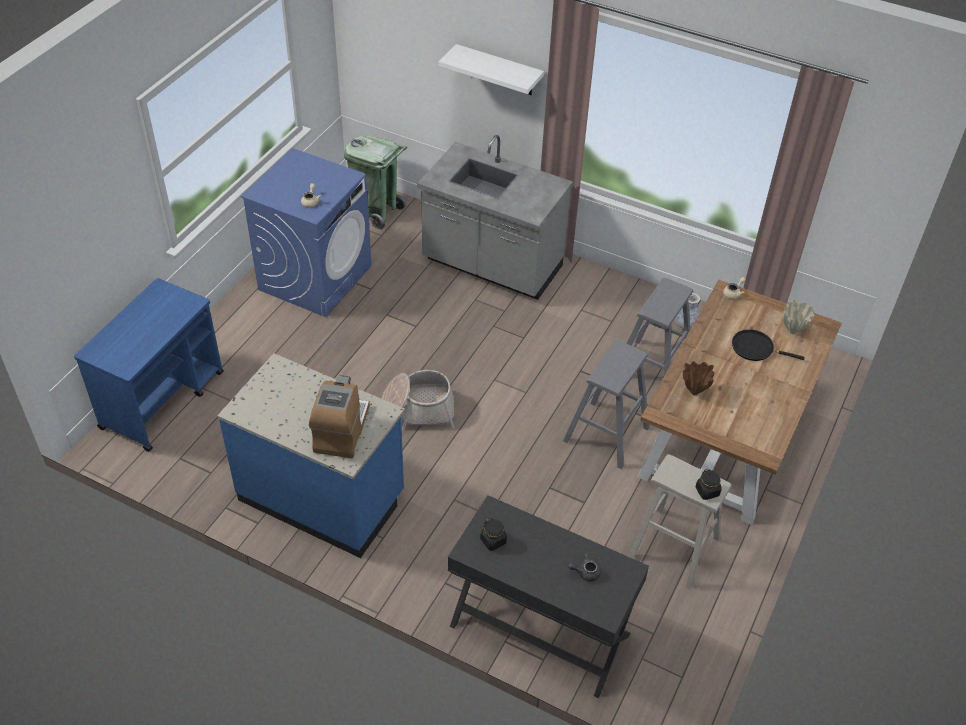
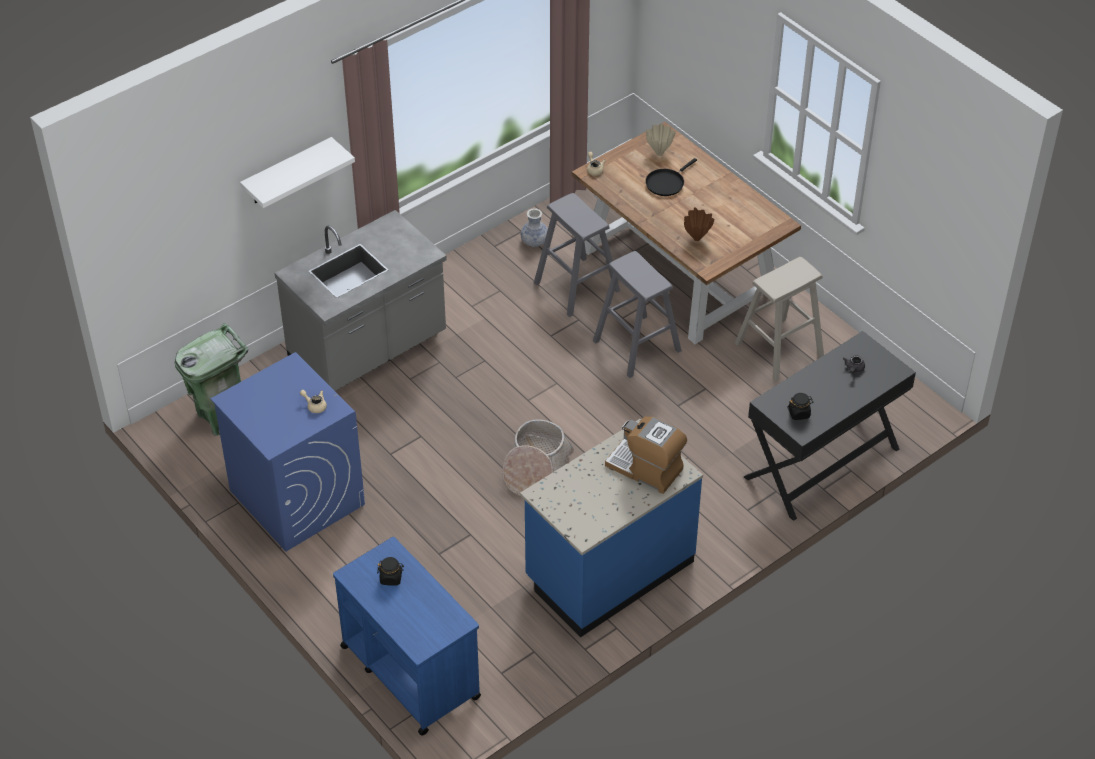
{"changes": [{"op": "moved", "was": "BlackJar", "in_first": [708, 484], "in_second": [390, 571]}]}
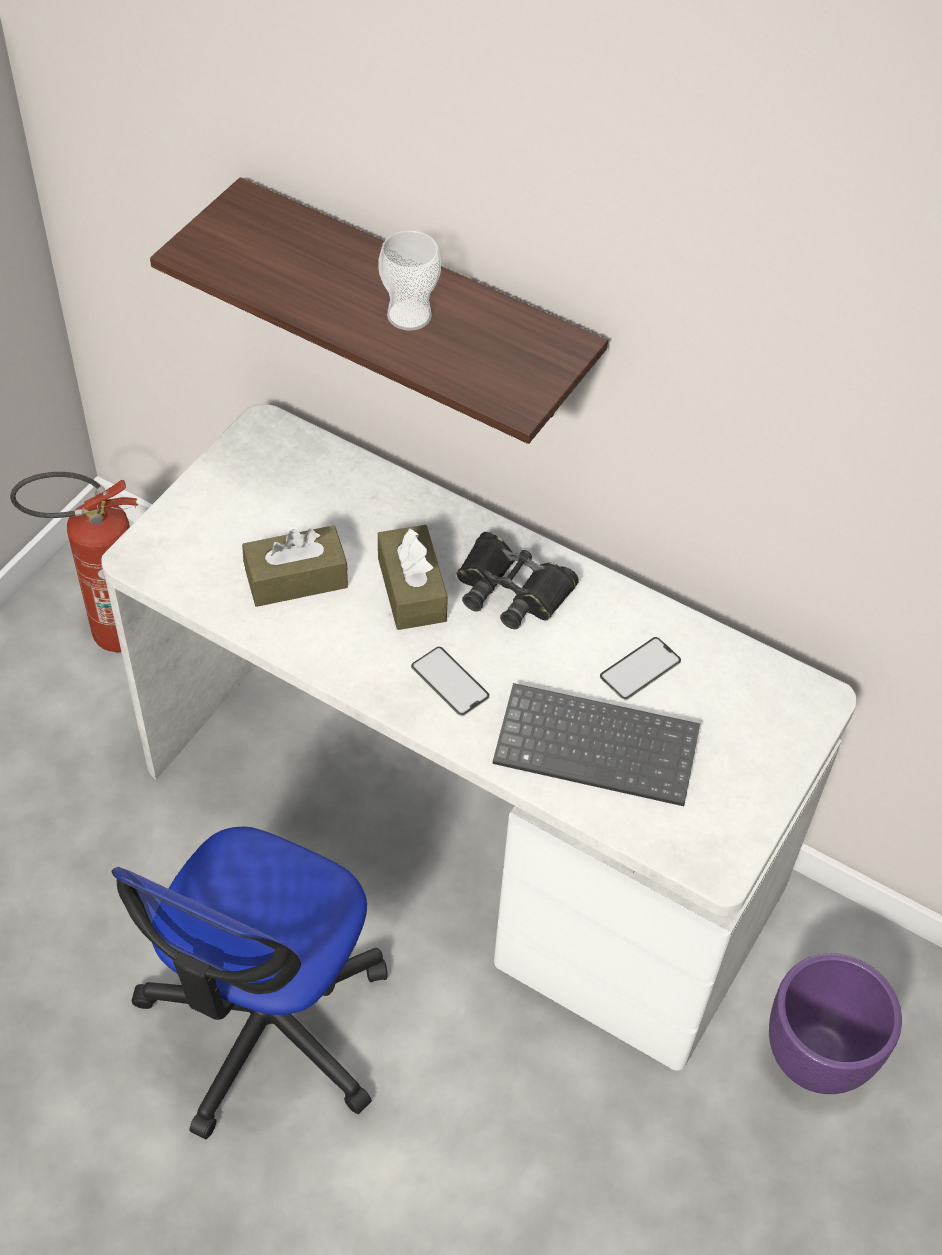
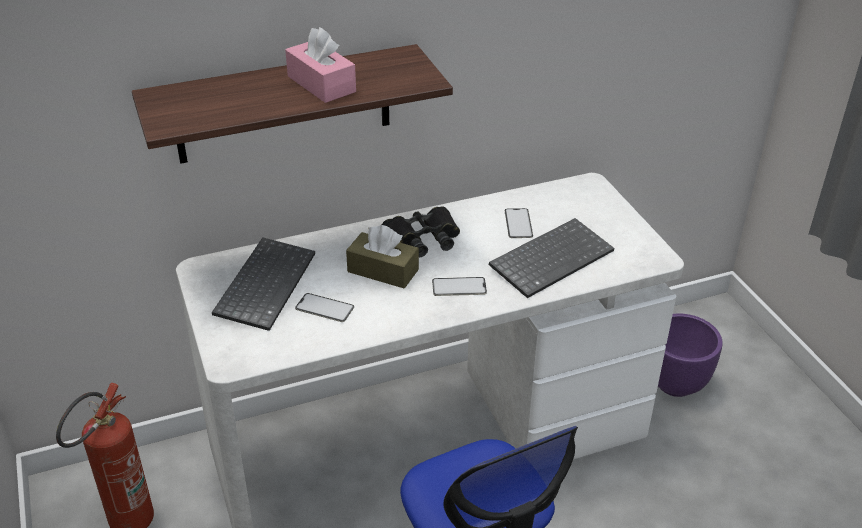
{"changes": [{"op": "added", "now": "Keyboard", "in_second": [263, 284]}, {"op": "replaced", "was": "Cup", "now": "PinkTissueBox", "in_first": [409, 281], "in_second": [320, 65]}, {"op": "replaced", "was": "BrownTissueBox", "now": "Phone", "in_first": [295, 566], "in_second": [324, 307]}]}
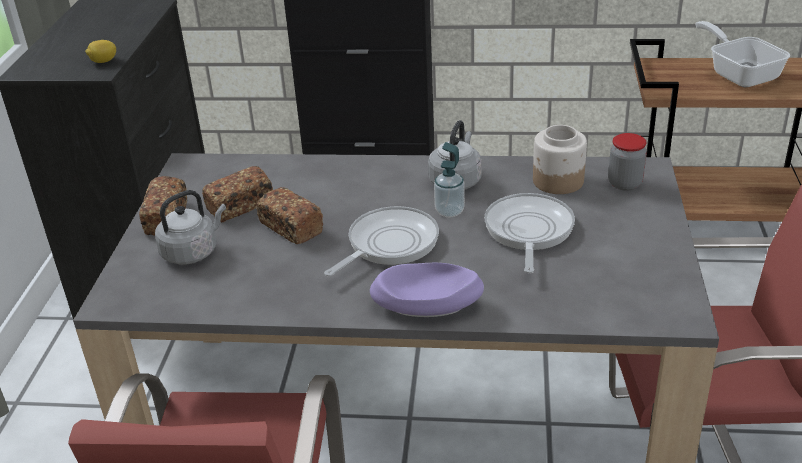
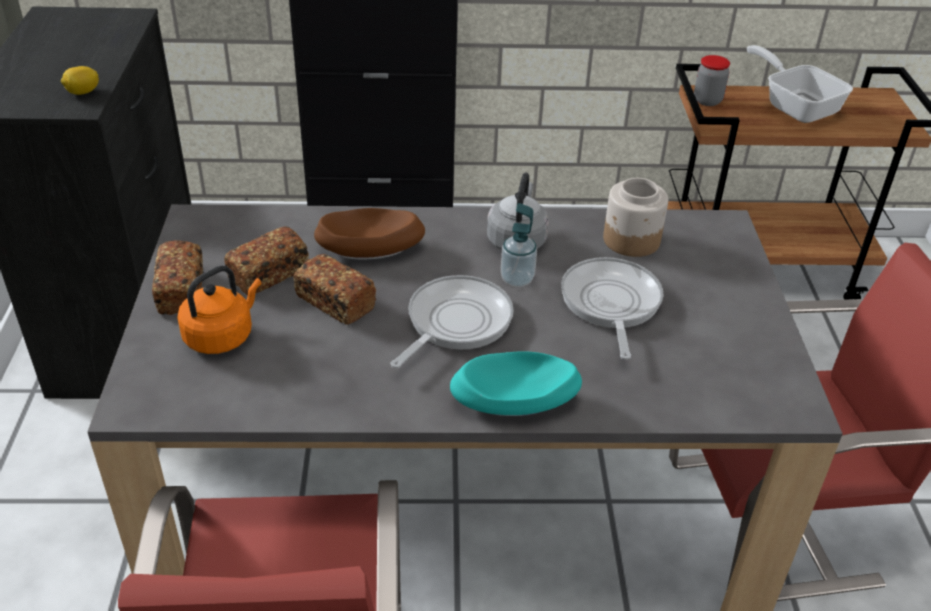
{"changes": [{"op": "recoloured", "was": "GreyKettle", "now": "OrangeKettle", "in_first": [190, 227], "in_second": [219, 310]}, {"op": "added", "now": "BrownBowl", "in_second": [369, 233]}, {"op": "recoloured", "was": "PurpleBowl", "now": "TurquoiseBowl", "in_first": [427, 290], "in_second": [516, 383]}, {"op": "moved", "was": "Jar", "in_first": [627, 162], "in_second": [712, 80]}]}
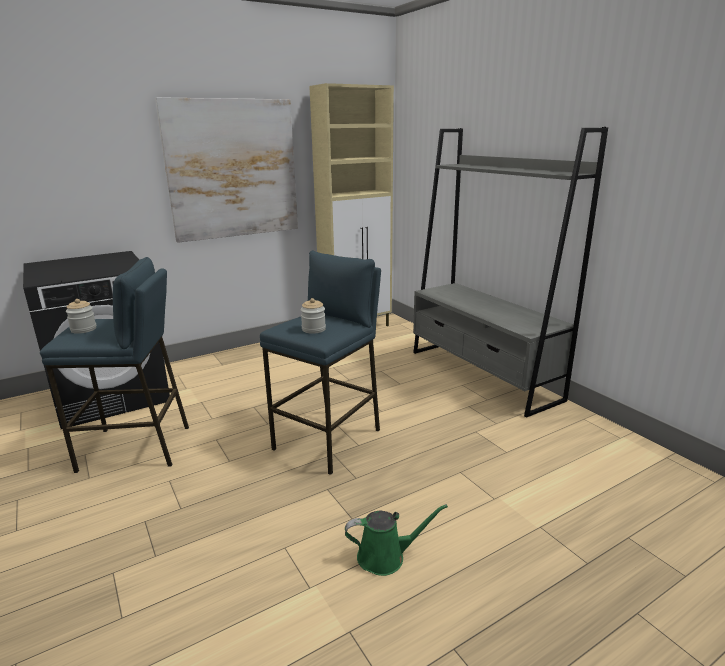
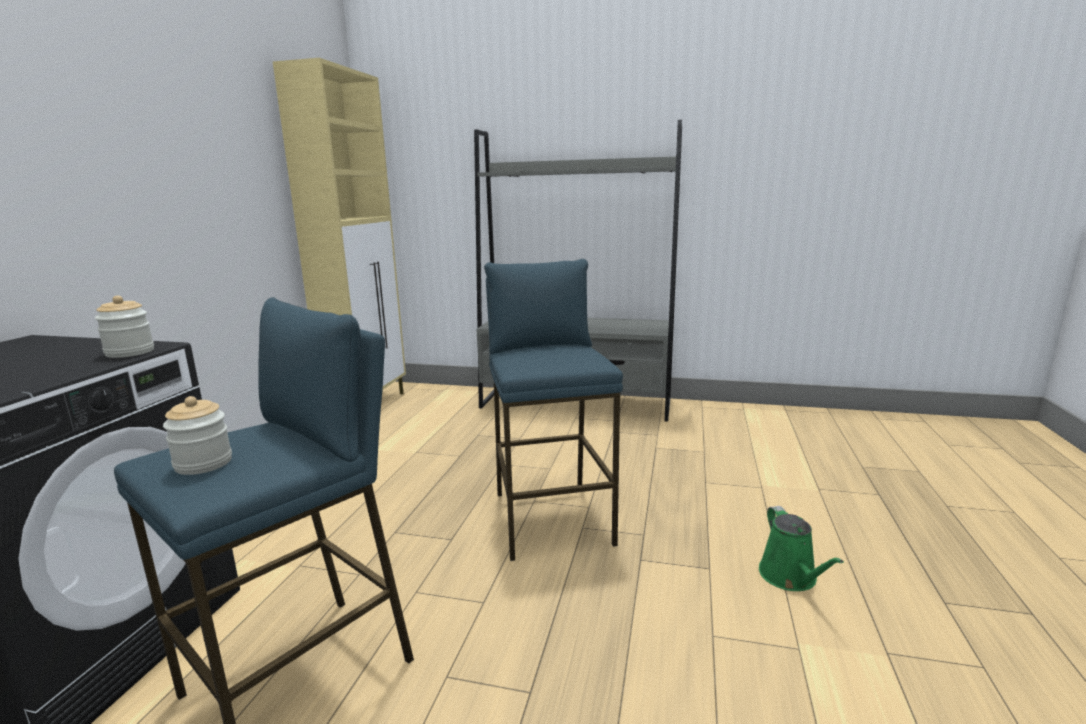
{"changes": [{"op": "moved", "was": "Jar", "in_first": [313, 316], "in_second": [124, 327]}, {"op": "turned", "was": "GreenWateringCan", "in_first": [396, 540], "in_second": [801, 548], "clockwise": 135}, {"op": "removed", "was": "Picture", "in_first": [226, 170]}]}
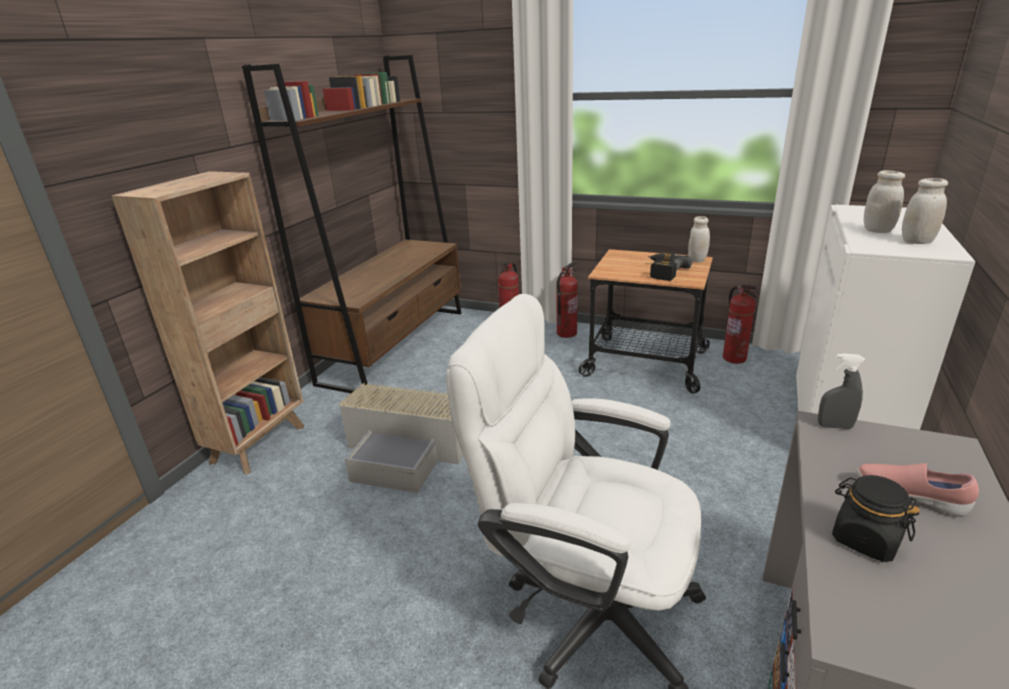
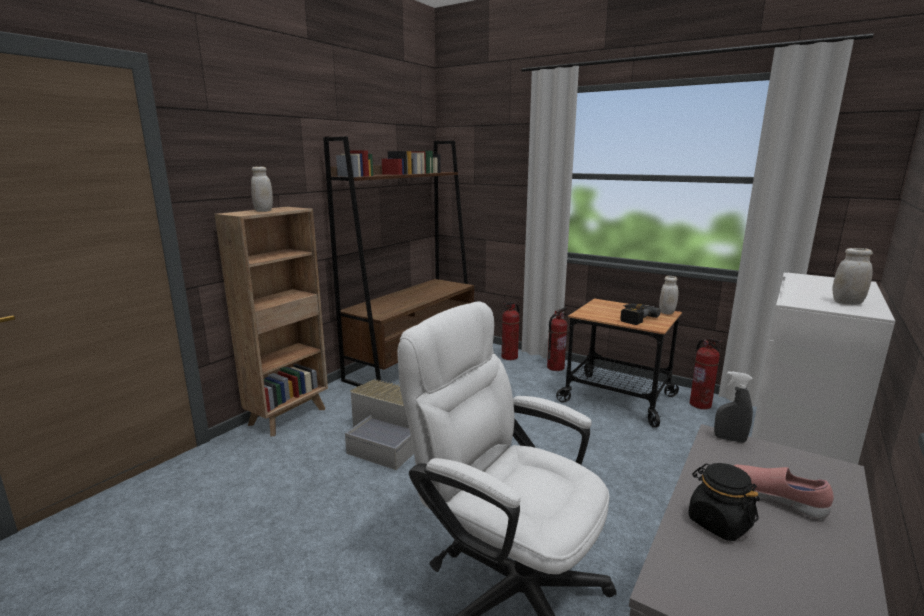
{"changes": [{"op": "moved", "was": "WhiteJar", "in_first": [884, 201], "in_second": [262, 189]}]}
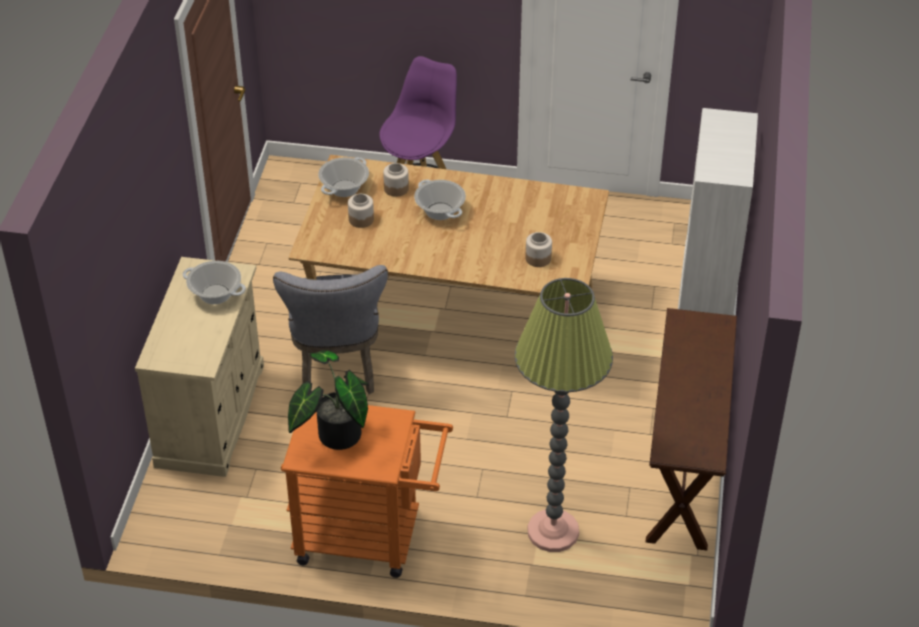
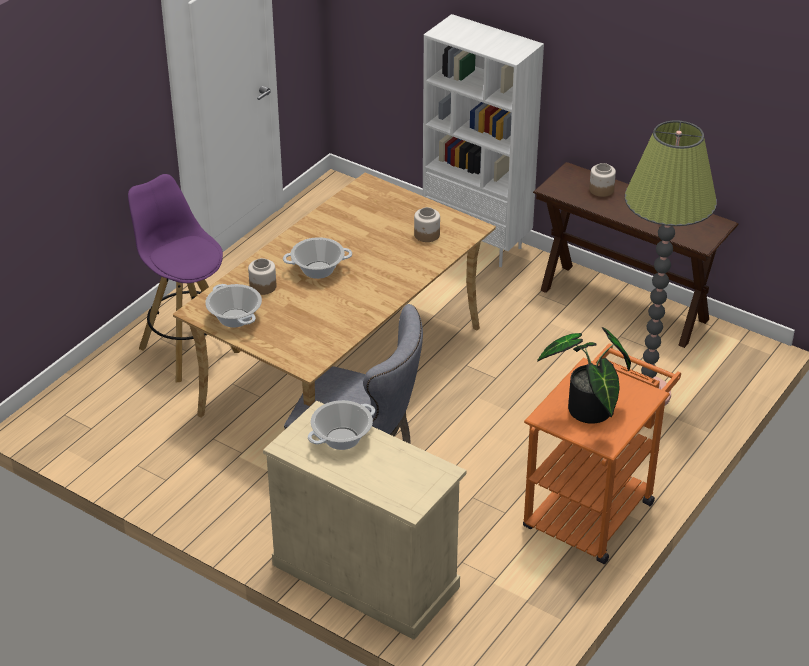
{"changes": [{"op": "moved", "was": "Jar", "in_first": [361, 211], "in_second": [602, 180]}]}
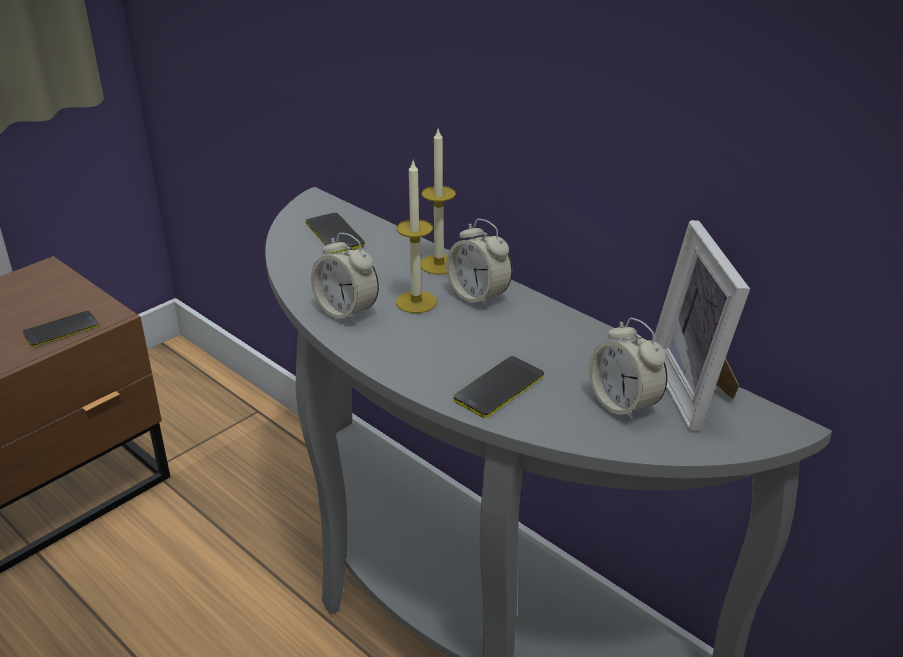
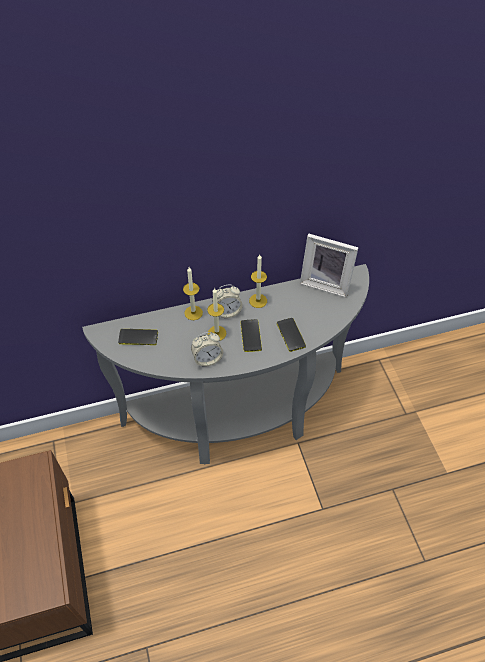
{"changes": [{"op": "moved", "was": "Phone", "in_first": [61, 329], "in_second": [251, 335]}, {"op": "added", "now": "Candle", "in_second": [258, 281]}, {"op": "removed", "was": "AlarmClock", "in_first": [628, 370]}]}
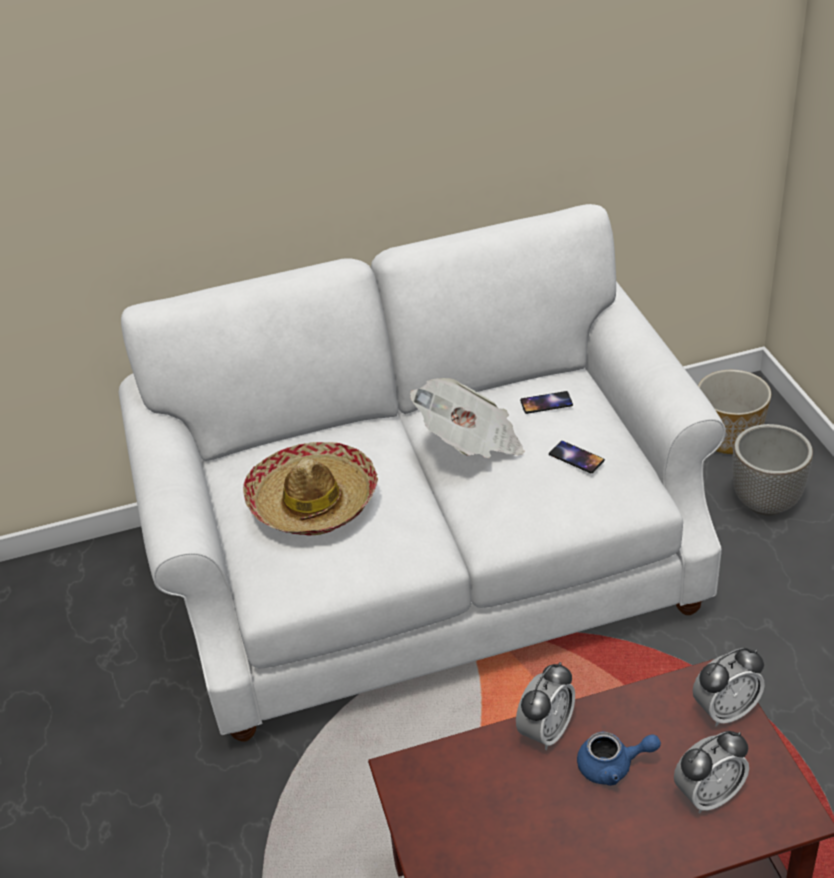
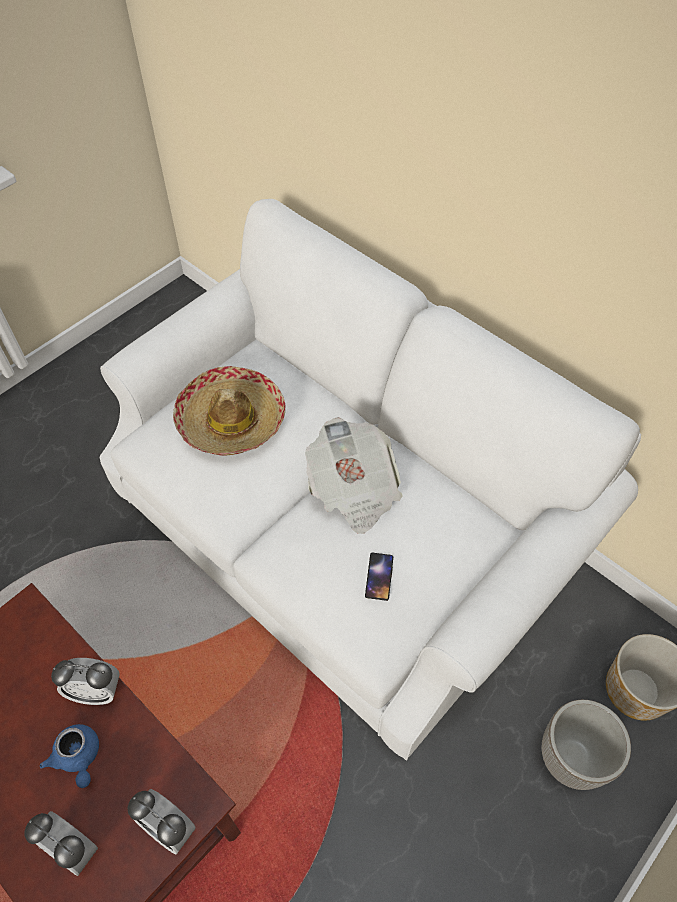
{"changes": [{"op": "removed", "was": "Phone", "in_first": [546, 402]}]}
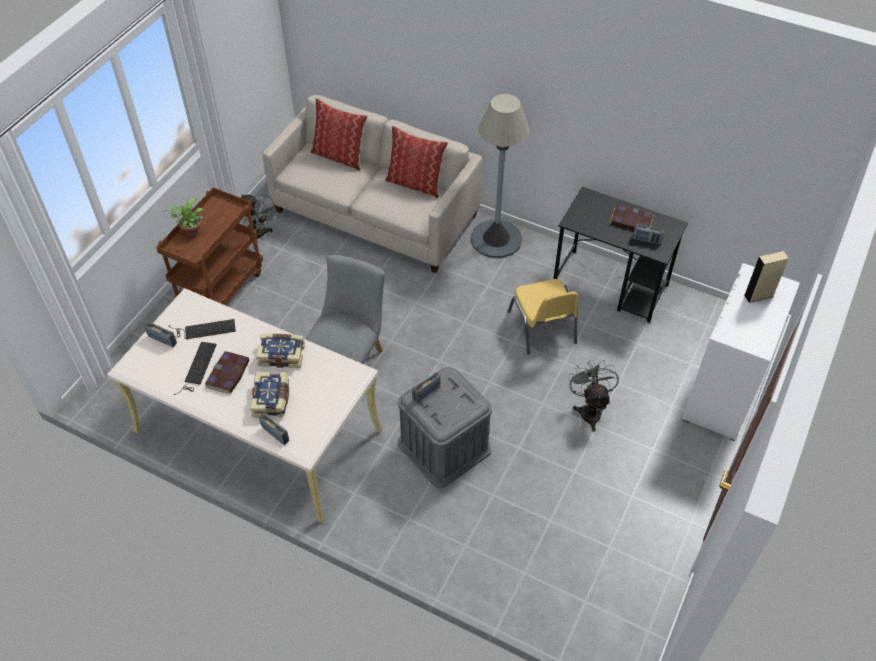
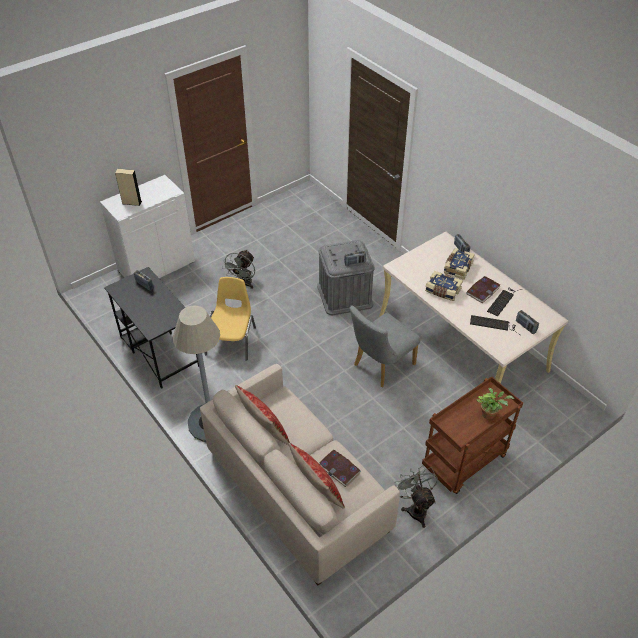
{"changes": [{"op": "moved", "was": "Book", "in_first": [632, 217], "in_second": [340, 468]}]}
